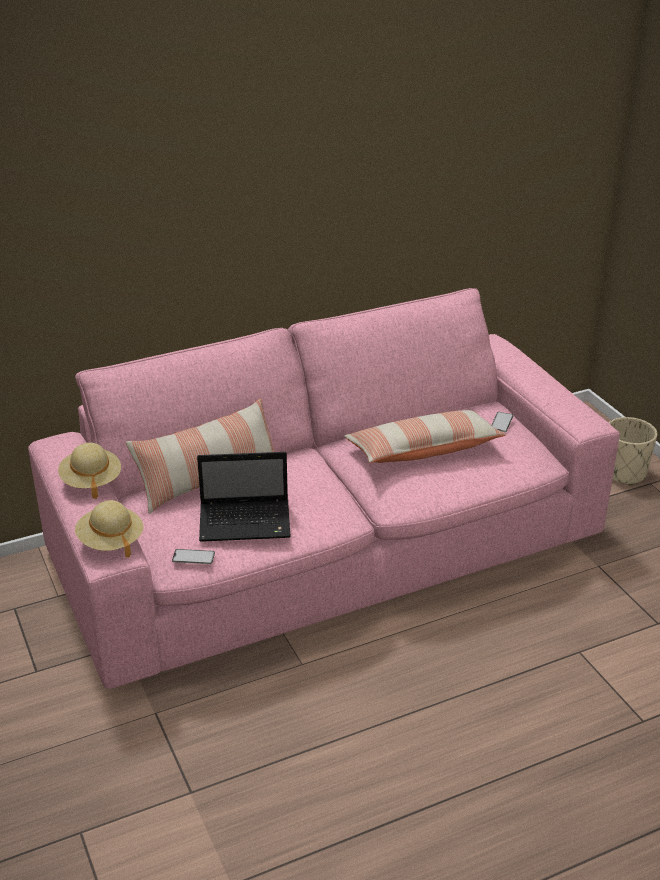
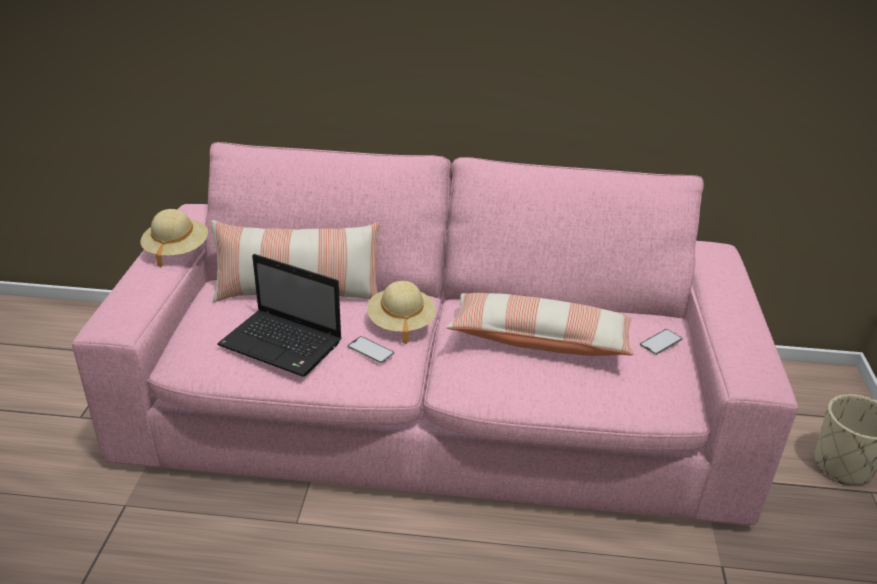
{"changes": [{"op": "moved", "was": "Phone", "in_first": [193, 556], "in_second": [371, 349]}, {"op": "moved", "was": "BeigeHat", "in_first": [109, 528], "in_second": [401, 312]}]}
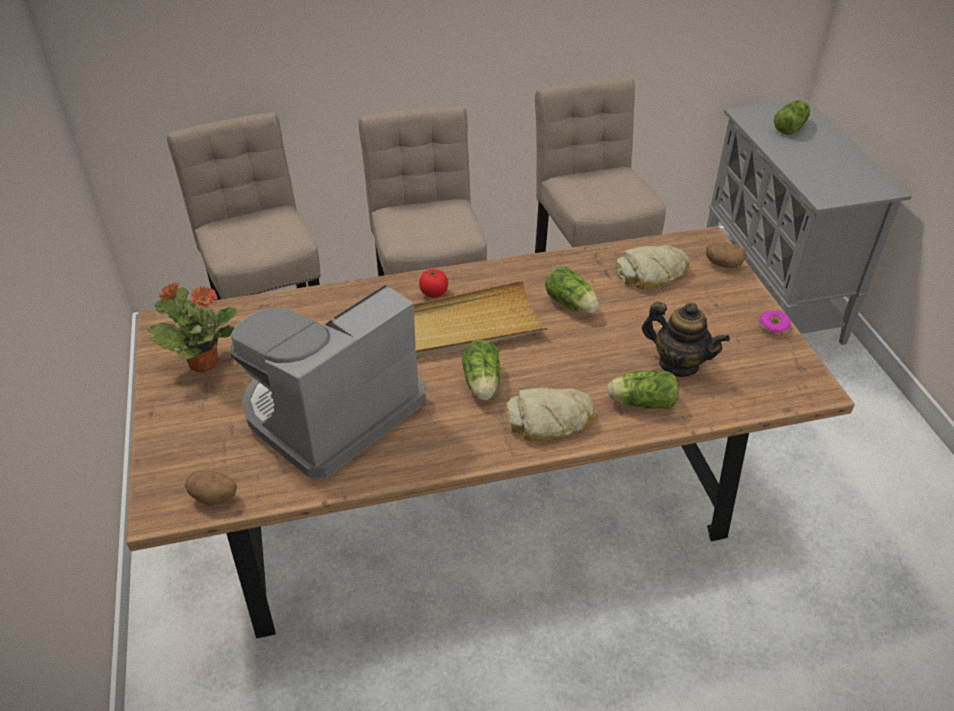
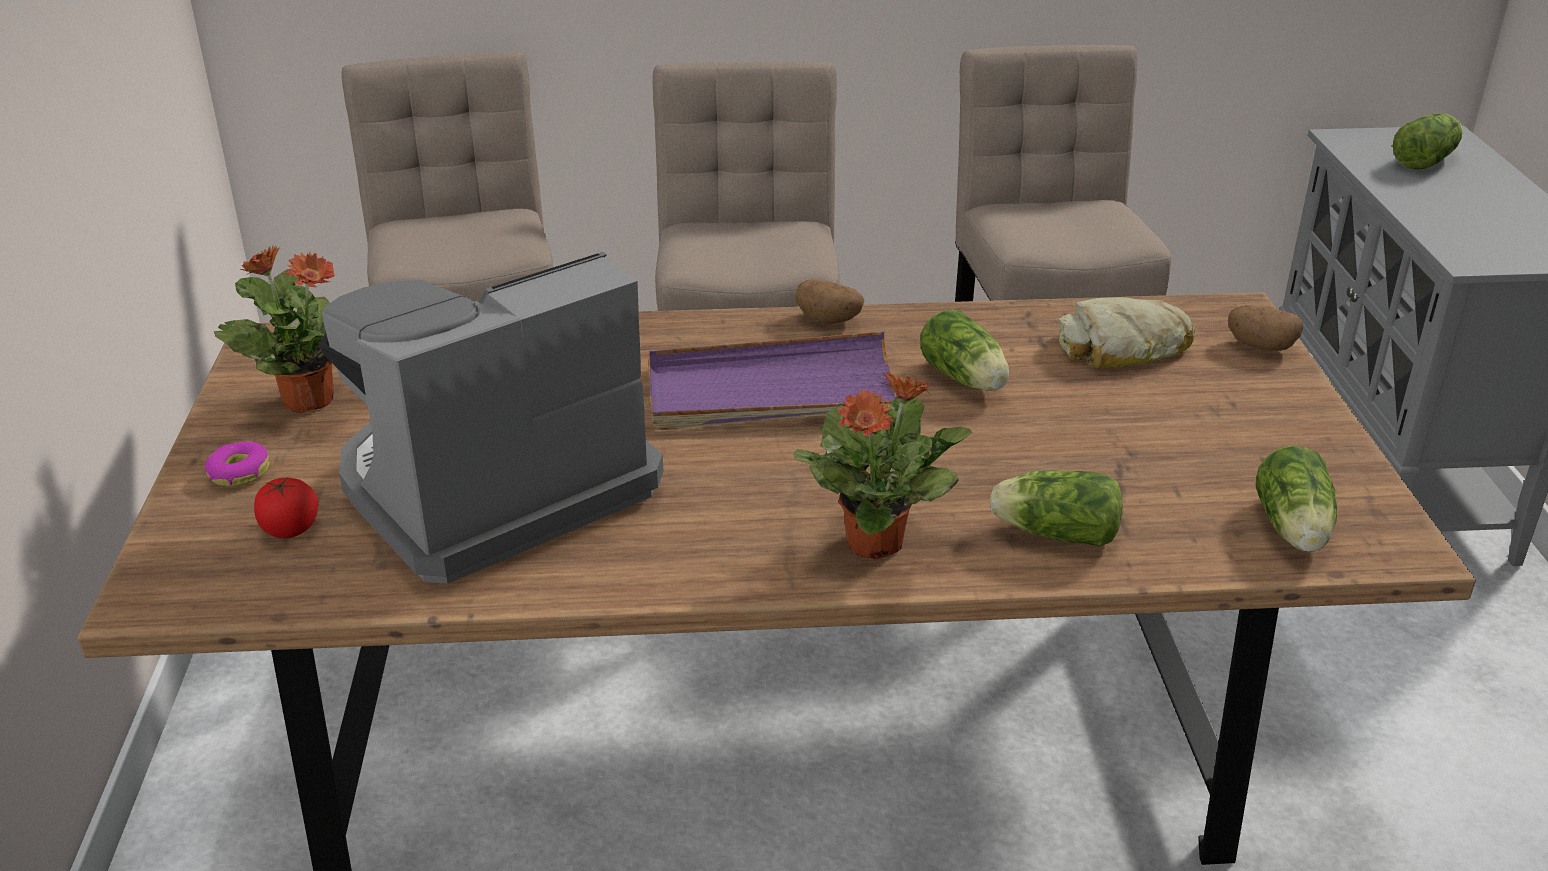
{"changes": [{"op": "moved", "was": "Donut", "in_first": [775, 323], "in_second": [237, 464]}, {"op": "moved", "was": "Tomato", "in_first": [433, 283], "in_second": [286, 507]}, {"op": "recoloured", "was": "BeigeTray", "now": "PurpleTray", "in_first": [480, 320], "in_second": [773, 381]}, {"op": "replaced", "was": "Bread", "now": "PottedPlant", "in_first": [551, 414], "in_second": [882, 466]}, {"op": "moved", "was": "Potato", "in_first": [211, 488], "in_second": [829, 301]}, {"op": "moved", "was": "Lettuce", "in_first": [481, 370], "in_second": [1296, 499]}, {"op": "removed", "was": "Teapot", "in_first": [686, 339]}]}
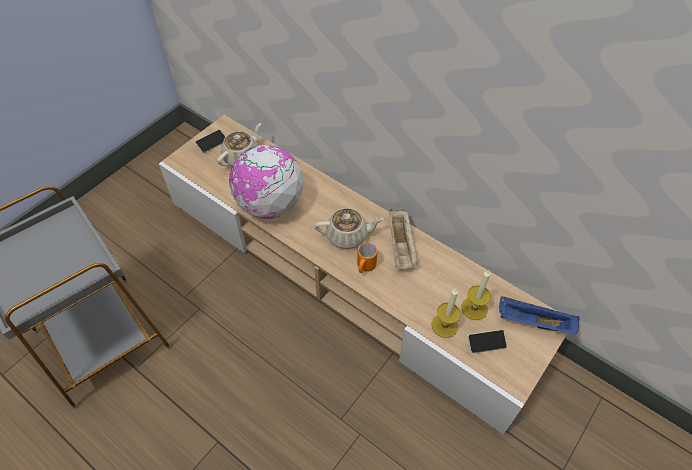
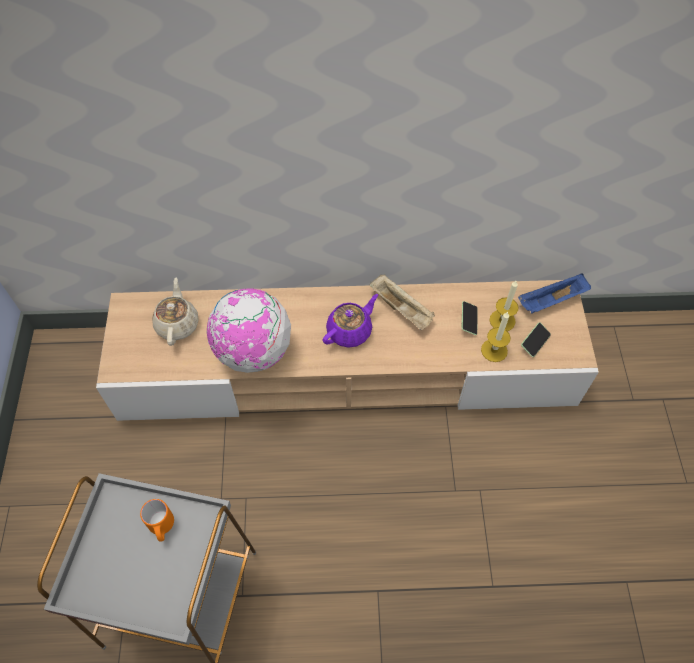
{"changes": [{"op": "moved", "was": "OrangeMug", "in_first": [367, 257], "in_second": [157, 520]}, {"op": "recoloured", "was": "BeigeTeapot", "now": "PurpleTeapot", "in_first": [349, 228], "in_second": [350, 321]}, {"op": "moved", "was": "Phone", "in_first": [210, 141], "in_second": [470, 318]}]}
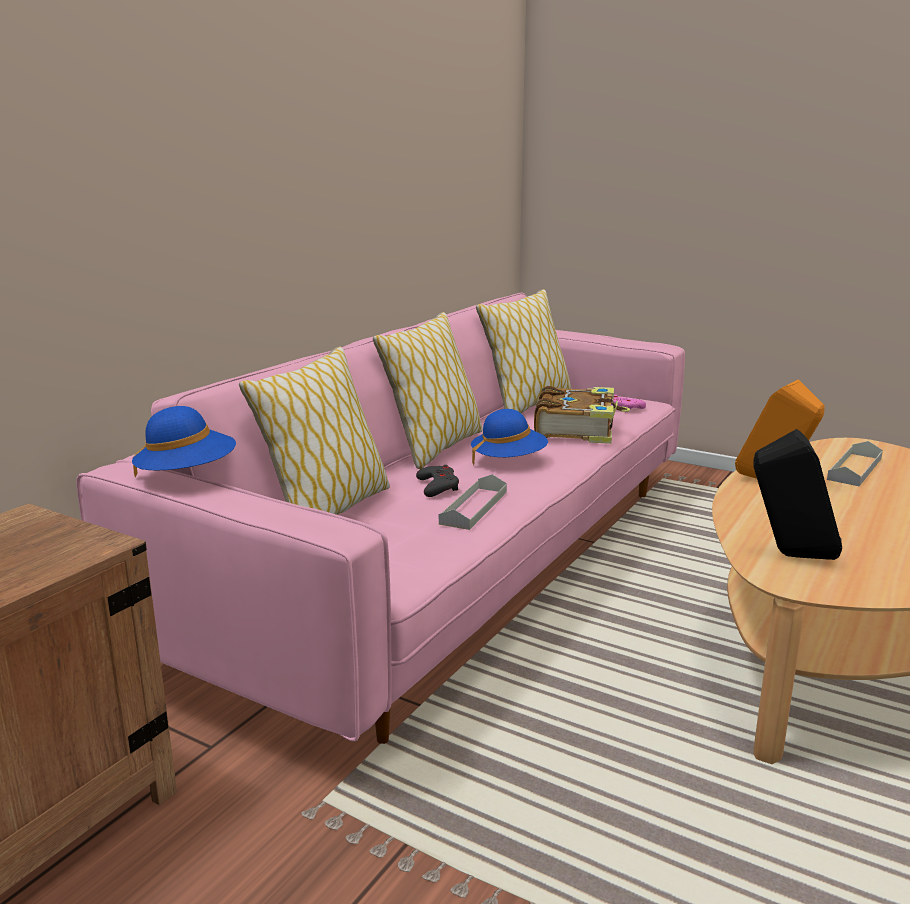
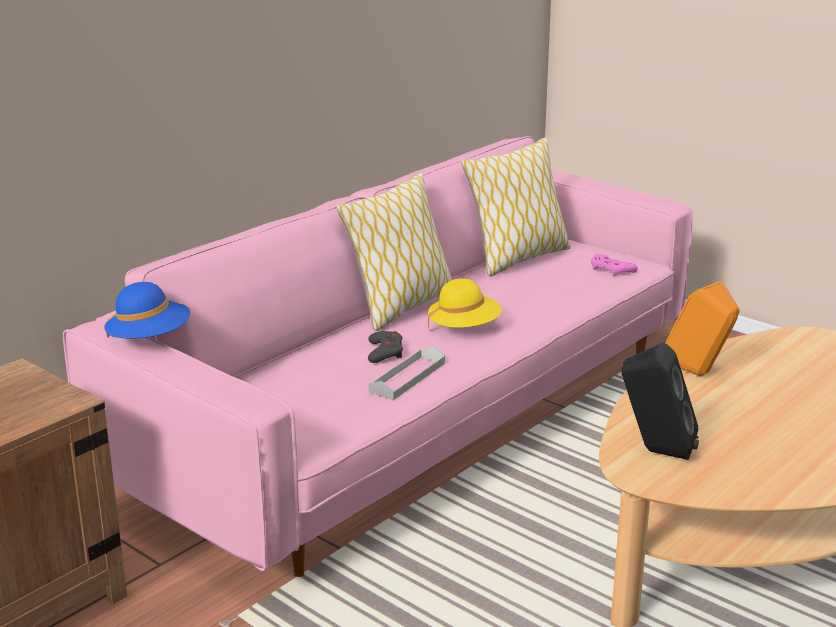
{"changes": [{"op": "recoloured", "was": "BlueHat", "now": "YellowHat", "in_first": [509, 437], "in_second": [465, 303]}, {"op": "removed", "was": "Pillow", "in_first": [314, 431]}, {"op": "removed", "was": "Book", "in_first": [582, 415]}, {"op": "removed", "was": "GreyTray", "in_first": [855, 463]}]}
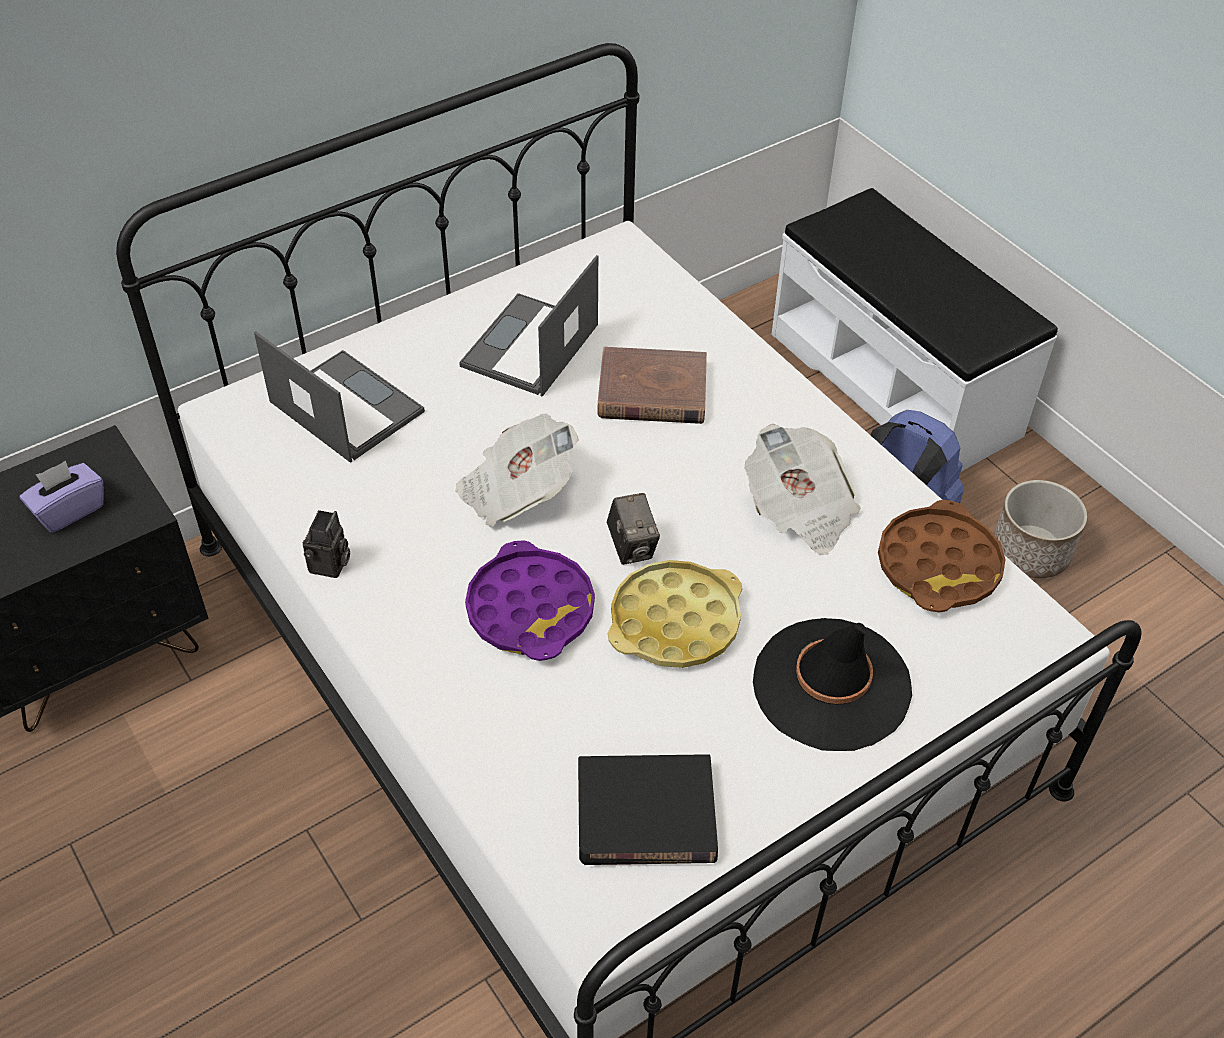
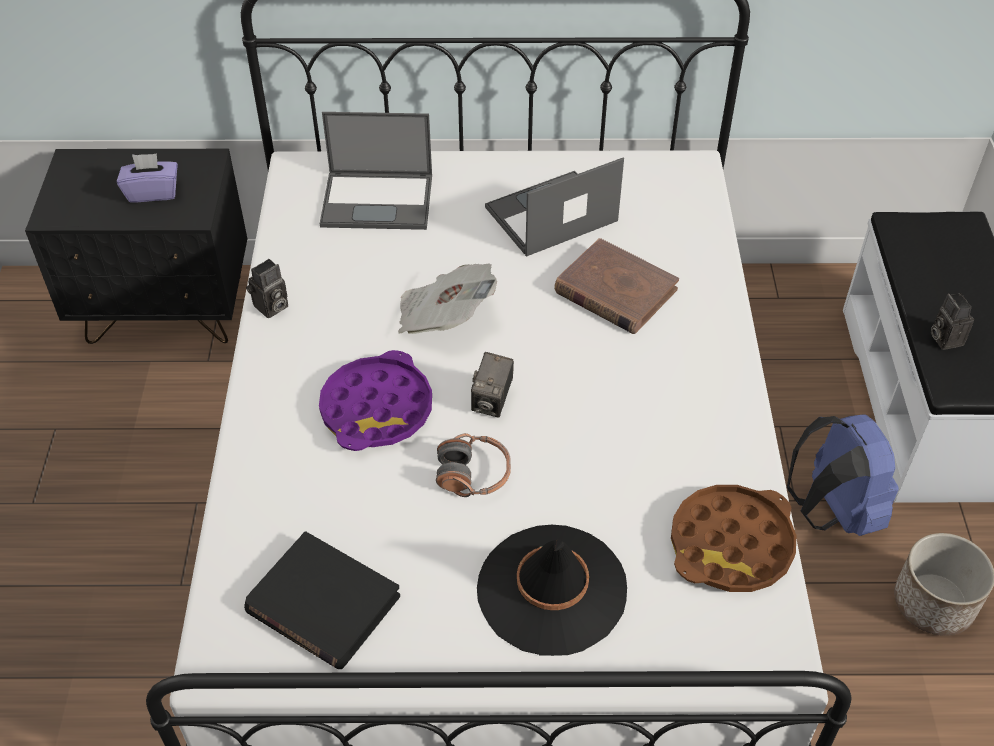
{"changes": [{"op": "turned", "was": "Laptop", "in_first": [339, 397], "in_second": [376, 171], "clockwise": 105}, {"op": "replaced", "was": "YellowTray", "now": "Headphones", "in_first": [675, 614], "in_second": [473, 465]}, {"op": "added", "now": "PhotoCamera", "in_second": [952, 321]}, {"op": "removed", "was": "Newspaper", "in_first": [802, 489]}]}
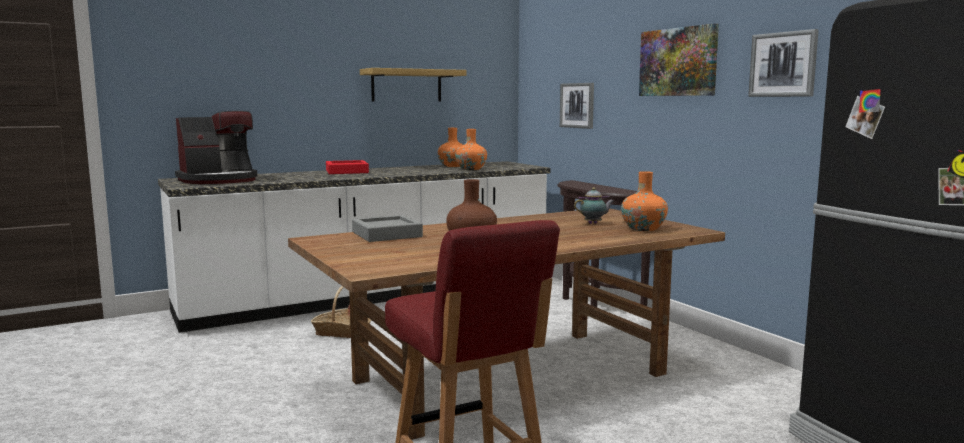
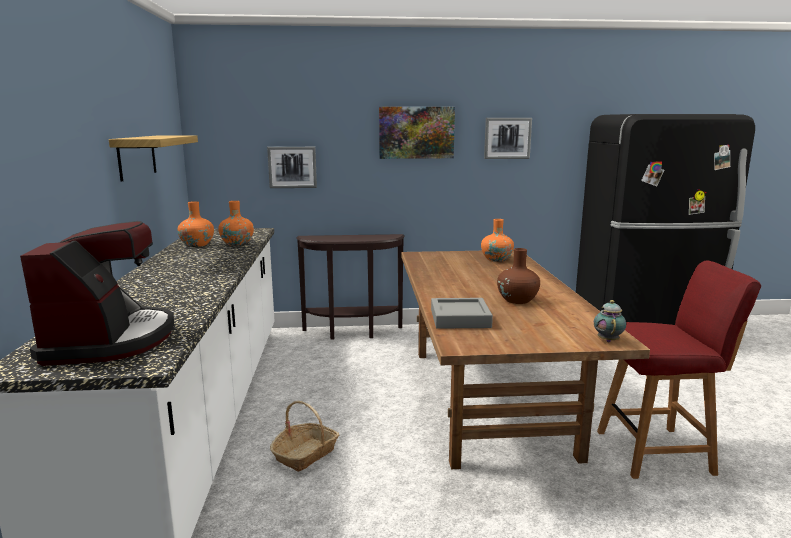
{"changes": [{"op": "moved", "was": "Teapot", "in_first": [594, 206], "in_second": [610, 321]}, {"op": "removed", "was": "RedTray", "in_first": [347, 167]}]}
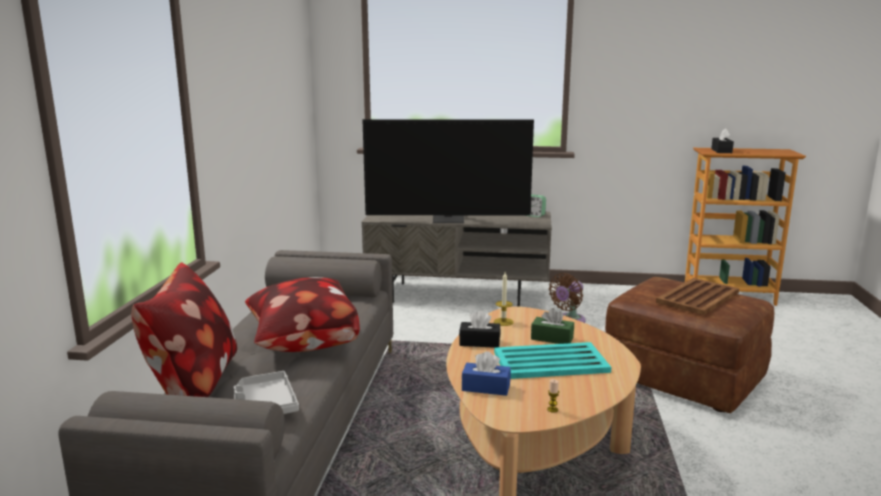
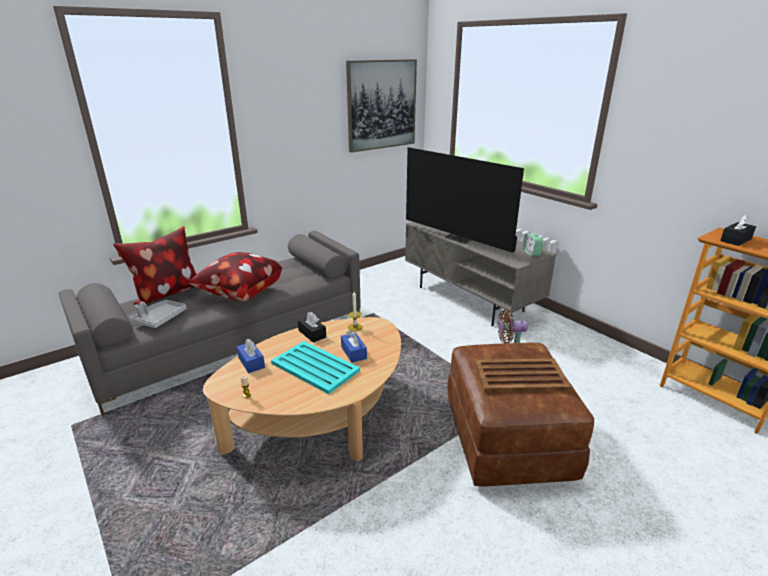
{"changes": [{"op": "recoloured", "was": "GreenTissueBox", "now": "BlueTissueBox", "in_first": [552, 326], "in_second": [354, 346]}, {"op": "added", "now": "Picture", "in_second": [381, 106]}]}
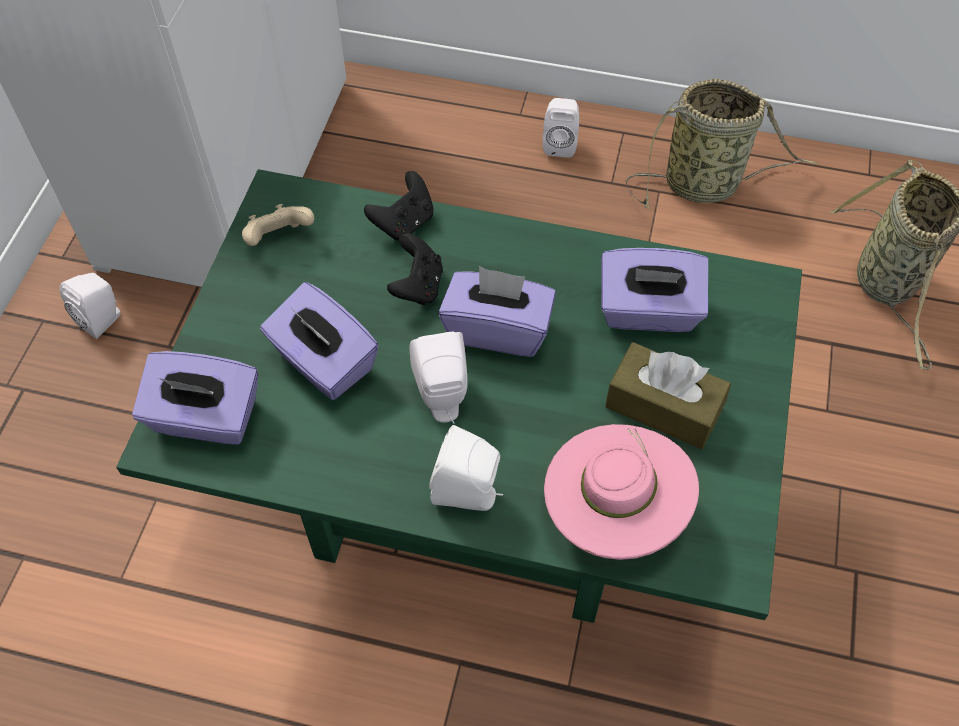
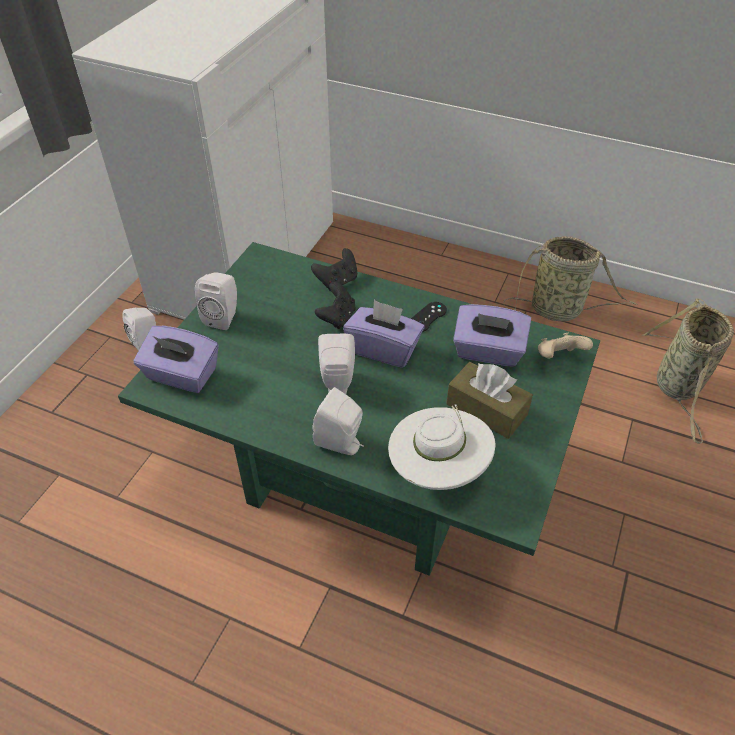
{"changes": [{"op": "moved", "was": "WhiteSpeaker", "in_first": [560, 128], "in_second": [216, 301]}, {"op": "recoloured", "was": "PinkHat", "now": "WhiteHat", "in_first": [621, 492], "in_second": [441, 447]}, {"op": "added", "now": "BlackGameController", "in_second": [429, 317]}, {"op": "moved", "was": "BeigeGameController", "in_first": [278, 225], "in_second": [565, 346]}, {"op": "removed", "was": "PurpleTissueBox", "in_first": [319, 341]}]}
